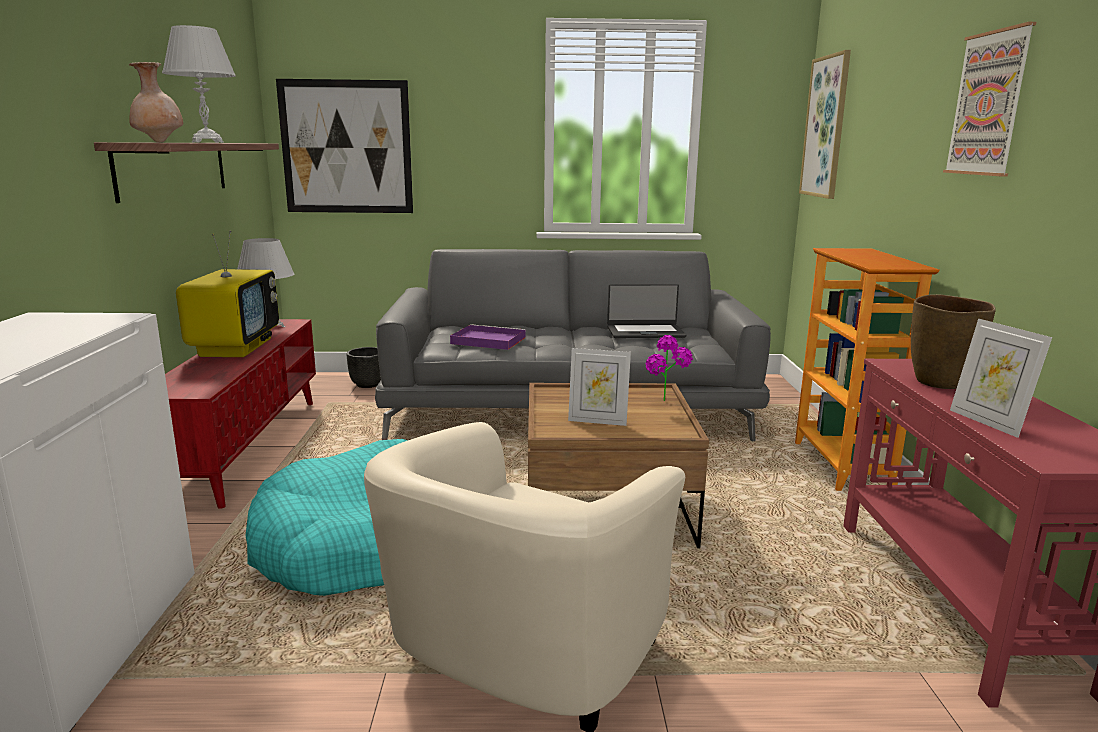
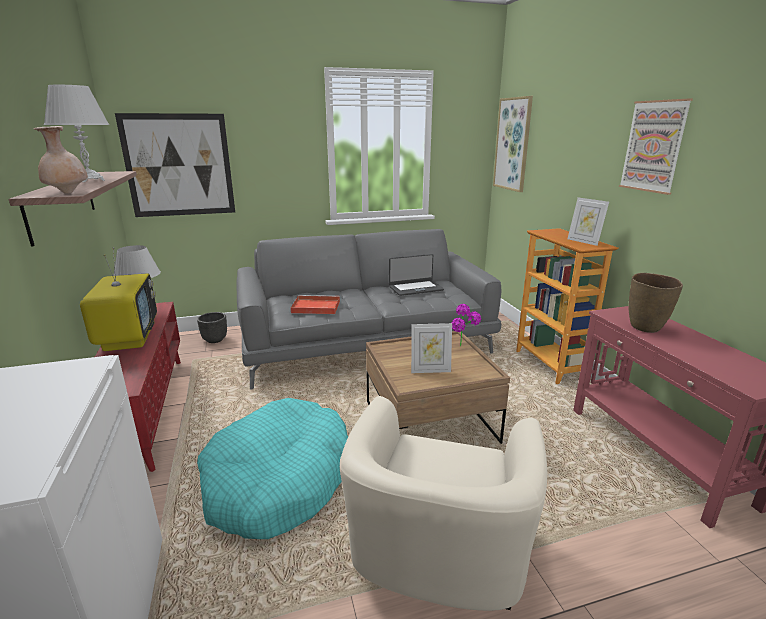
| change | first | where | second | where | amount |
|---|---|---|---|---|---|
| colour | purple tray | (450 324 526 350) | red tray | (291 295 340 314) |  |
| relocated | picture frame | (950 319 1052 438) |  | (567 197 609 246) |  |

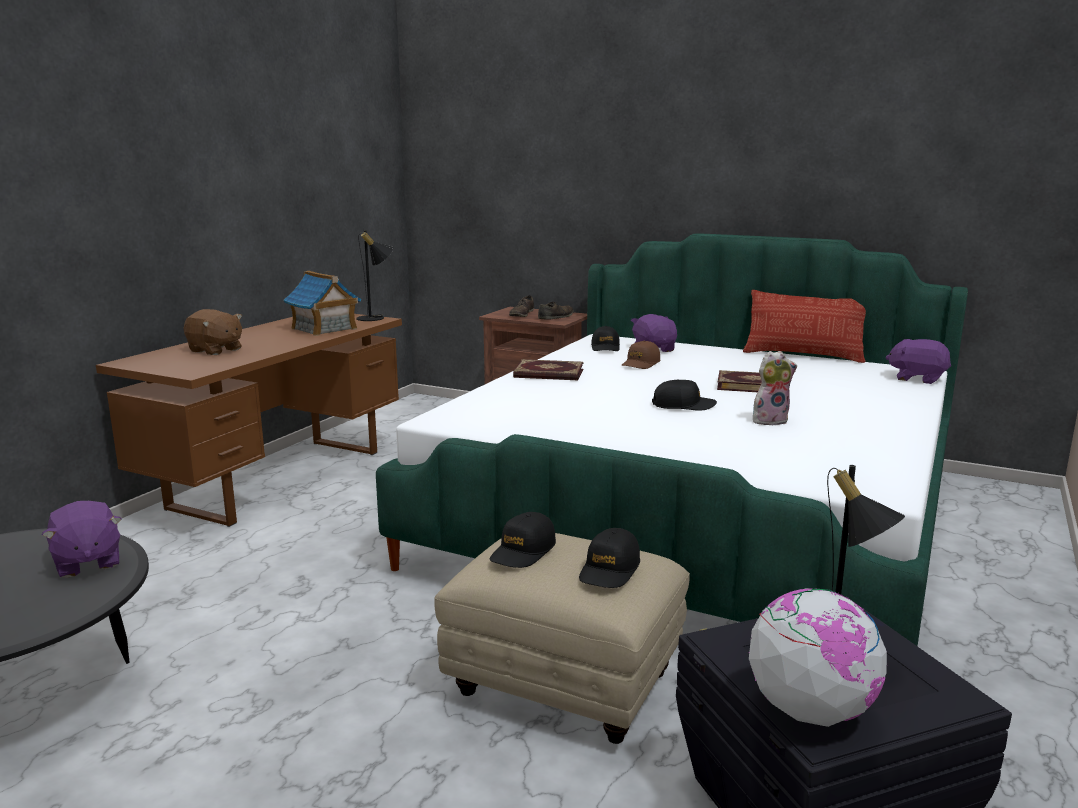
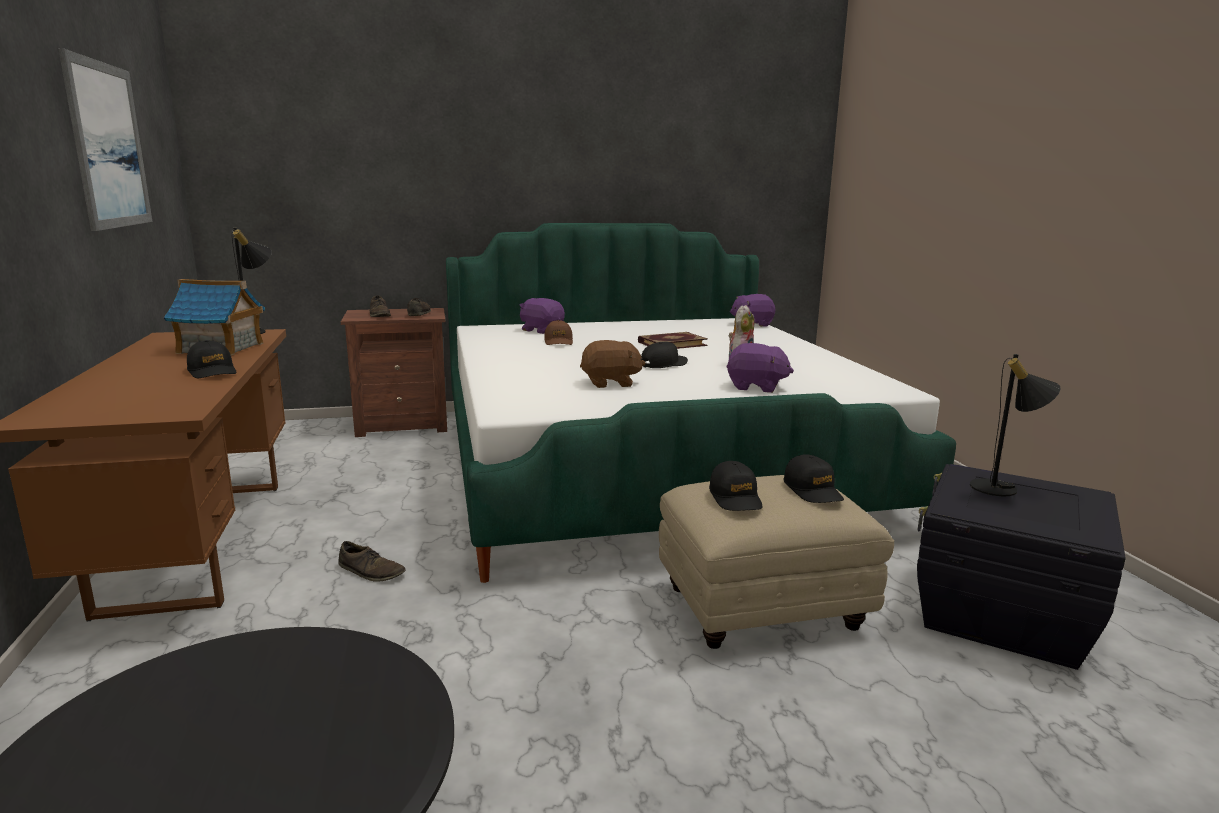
| change | first | where | second | where | amount |
|---|---|---|---|---|---|
| relocated | purple plush toy | (42 501 122 578) |  | (726 343 794 393) |  |
| relocated | brown plush toy | (184 309 242 355) |  | (580 340 645 388) |  |
| missing | book | (513 359 584 380) |  |  |  |
| relocated | black cap | (591 326 620 351) |  | (187 340 236 378) |  |
| missing | pillow | (743 290 866 363) |  |  |  |
| missing | globe | (749 588 887 727) |  |  |  |
| appeared |  |  | picture | (58 48 152 231) |  |
| appeared |  |  | brown shoe | (338 541 406 582) |  |

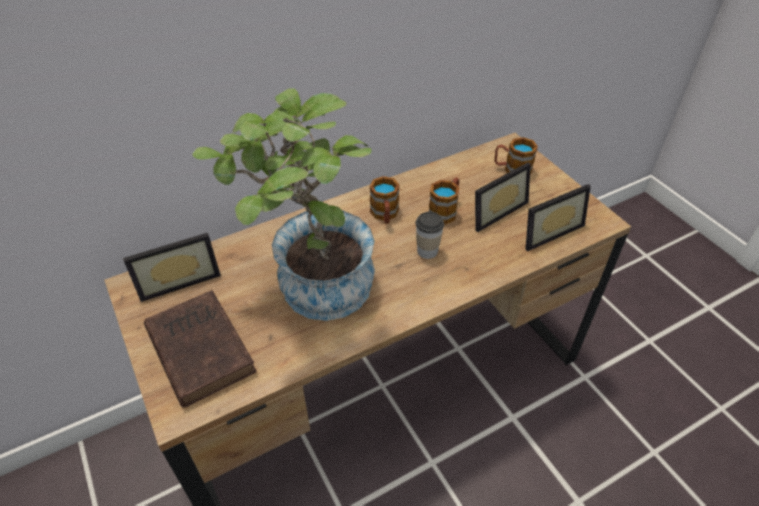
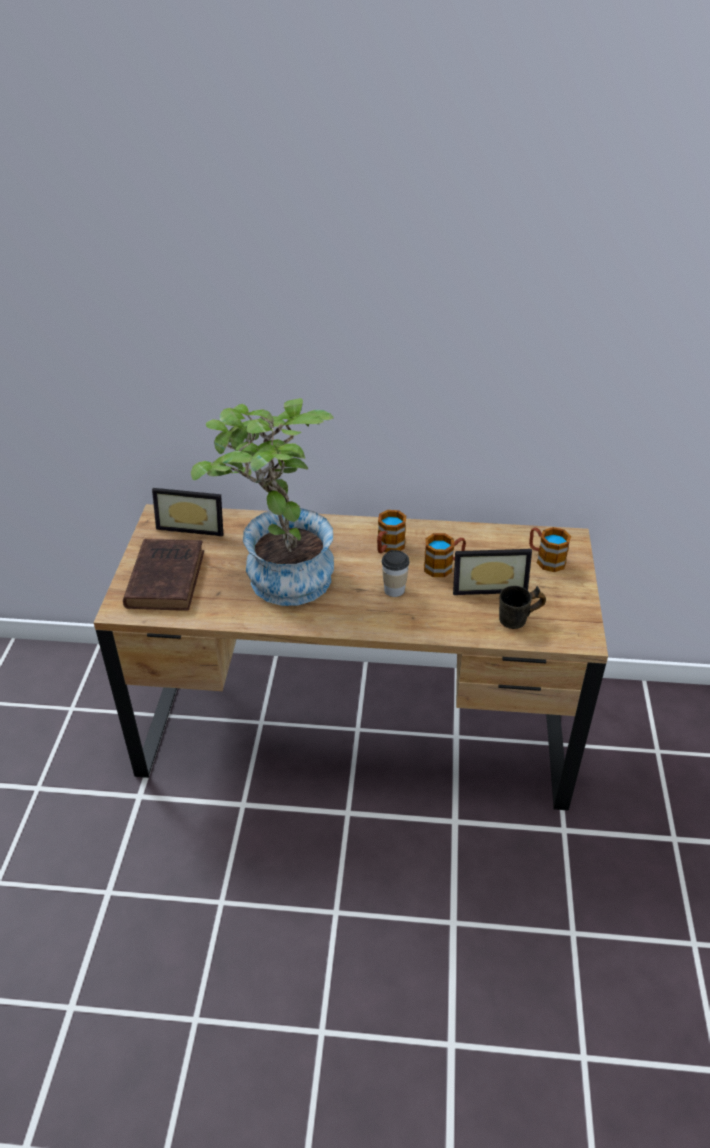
| change | first | where | second | where | amount |
|---|---|---|---|---|---|
| exchanged | picture frame | (525 184 591 251) | grey mug | (499 586 546 629) |  |

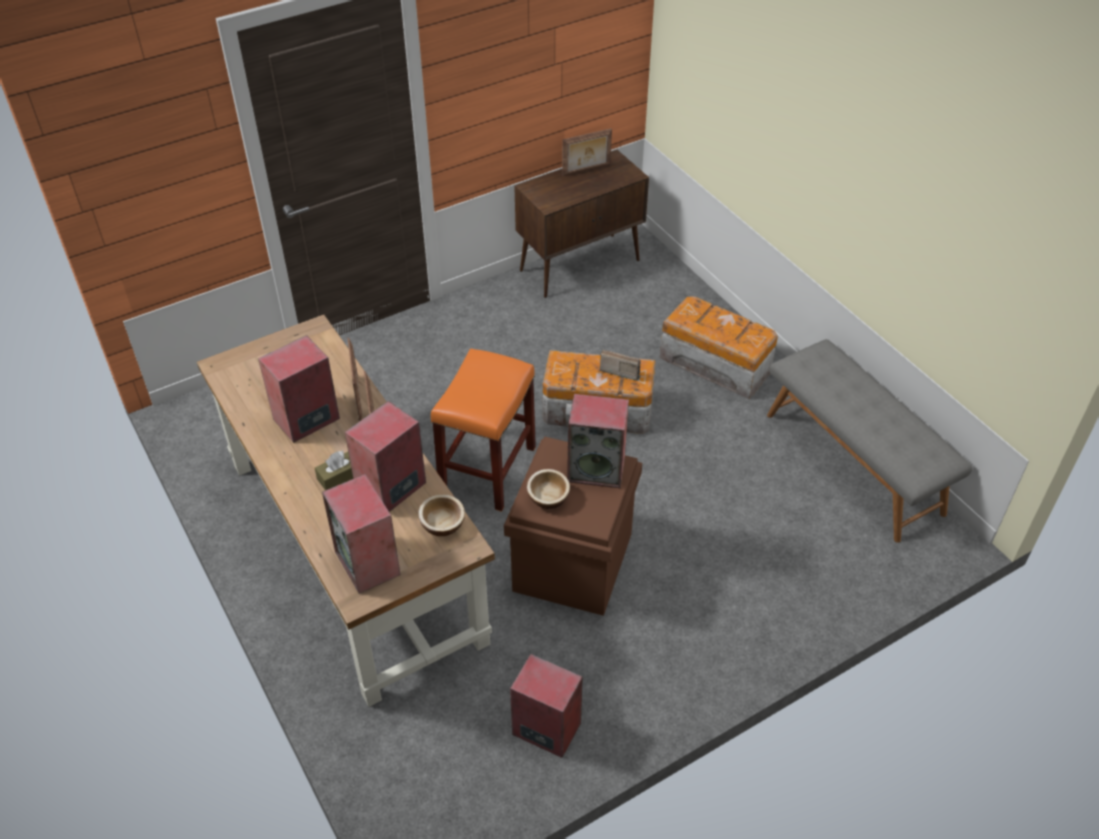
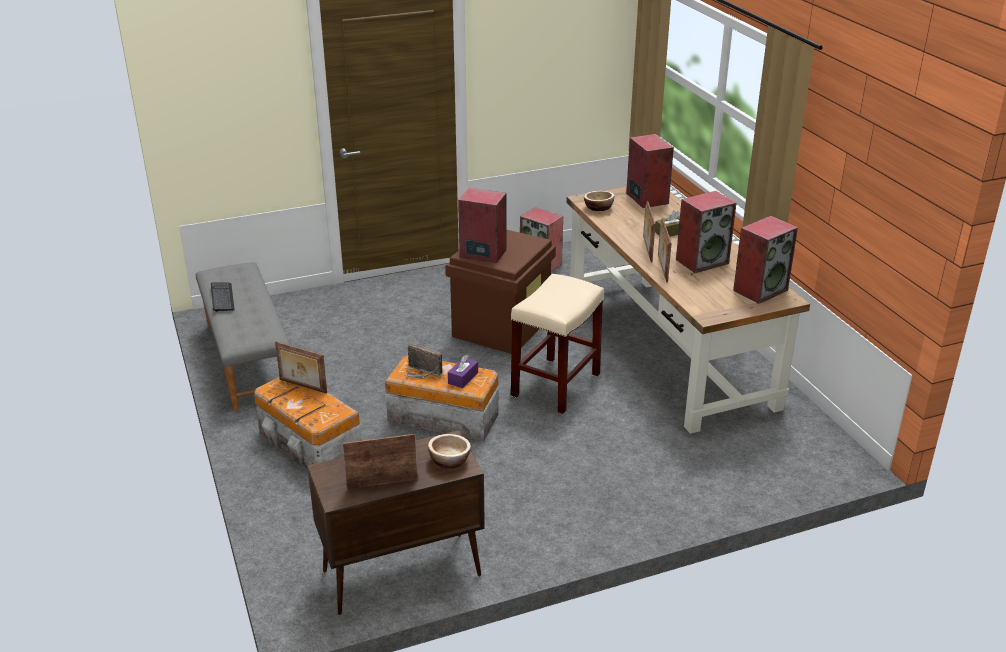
| change | first | where | second | where | amount |
|---|---|---|---|---|---|
| relocated | speaker | (345 401 426 512) |  | (733 216 798 304) |  |
| colour | orange stool | (431 349 536 512) | beige stool | (511 274 604 414) |  |
| relocated | bowl | (527 469 570 509) |  | (428 434 471 468) |  |
| appeared |  |  | keyboard | (211 282 235 312) |  |
| appeared |  |  | picture frame | (275 342 327 394) |  |
| appeared |  |  | purple tissue box | (448 355 478 388) |  |

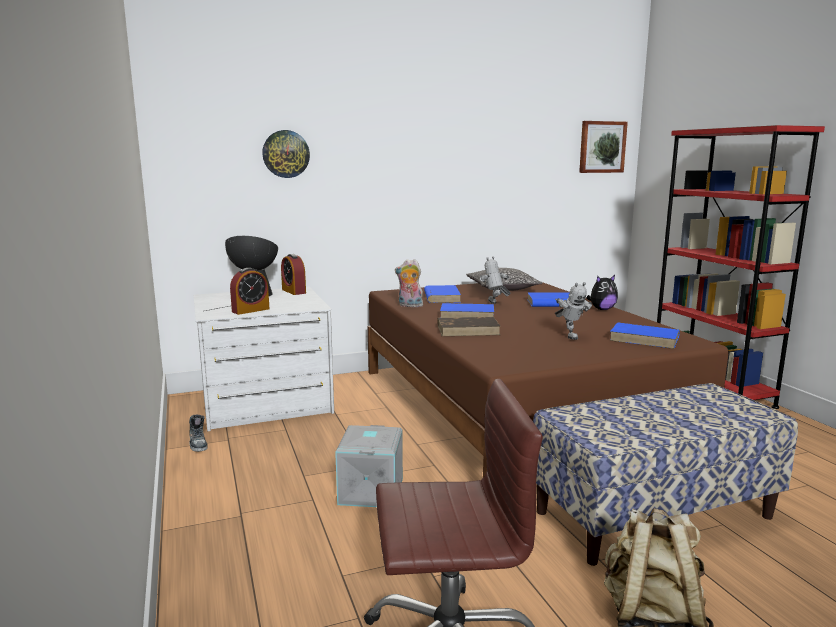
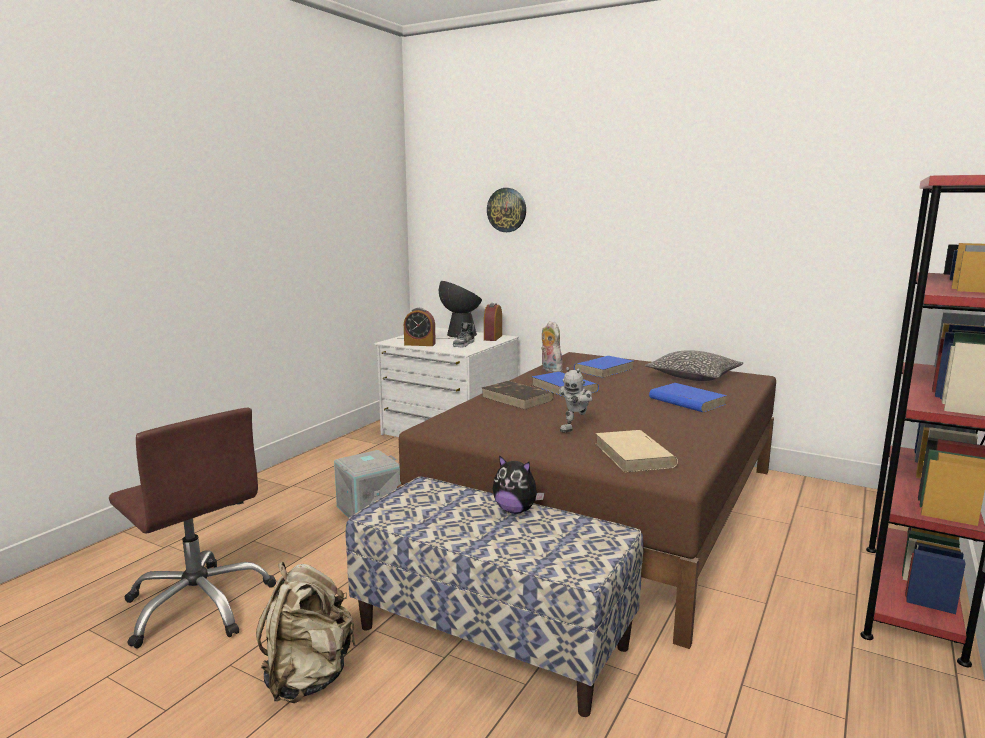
| change | first | where | second | where | amount |
|---|---|---|---|---|---|
| relocated | shoe | (189 415 208 452) |  | (453 322 475 348) |  |
| missing | toy robot | (480 257 511 304) |  |  |  |
| missing | picture | (579 121 628 173) |  |  |  |
| relocated | plush toy | (587 275 618 310) |  | (493 455 544 514) |  |
| colour | blue book | (609 322 680 349) | beige book | (595 430 678 473) |  |

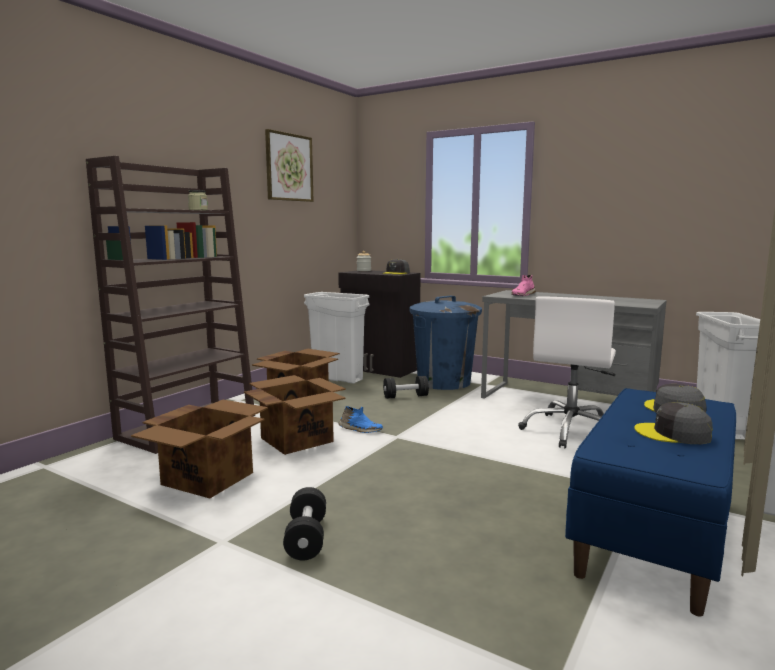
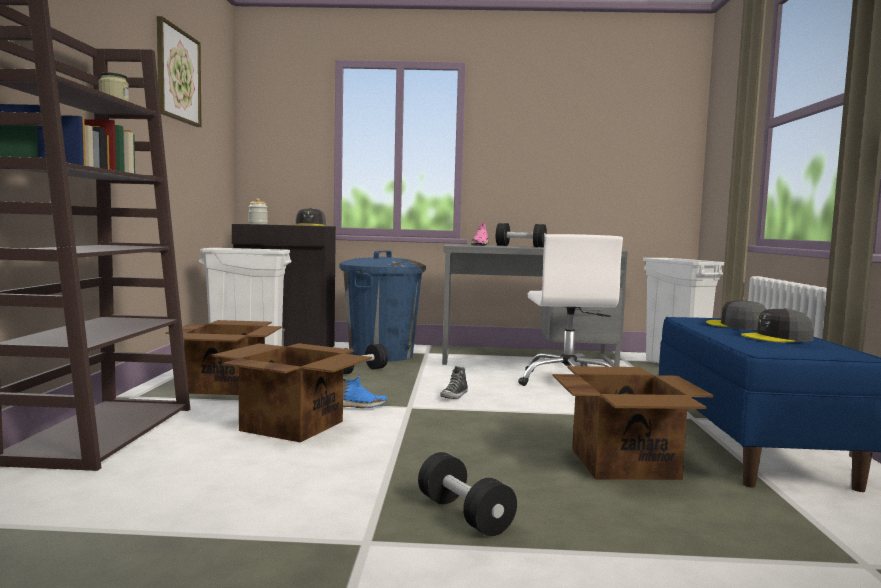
| change | first | where | second | where | amount |
|---|---|---|---|---|---|
| relocated | cardboard box | (131 400 268 498) |  | (553 366 714 480) |  |
| appeared |  |  | shoe | (440 366 468 399) |  |
| appeared |  |  | black dumbbell | (496 223 547 247) |  |

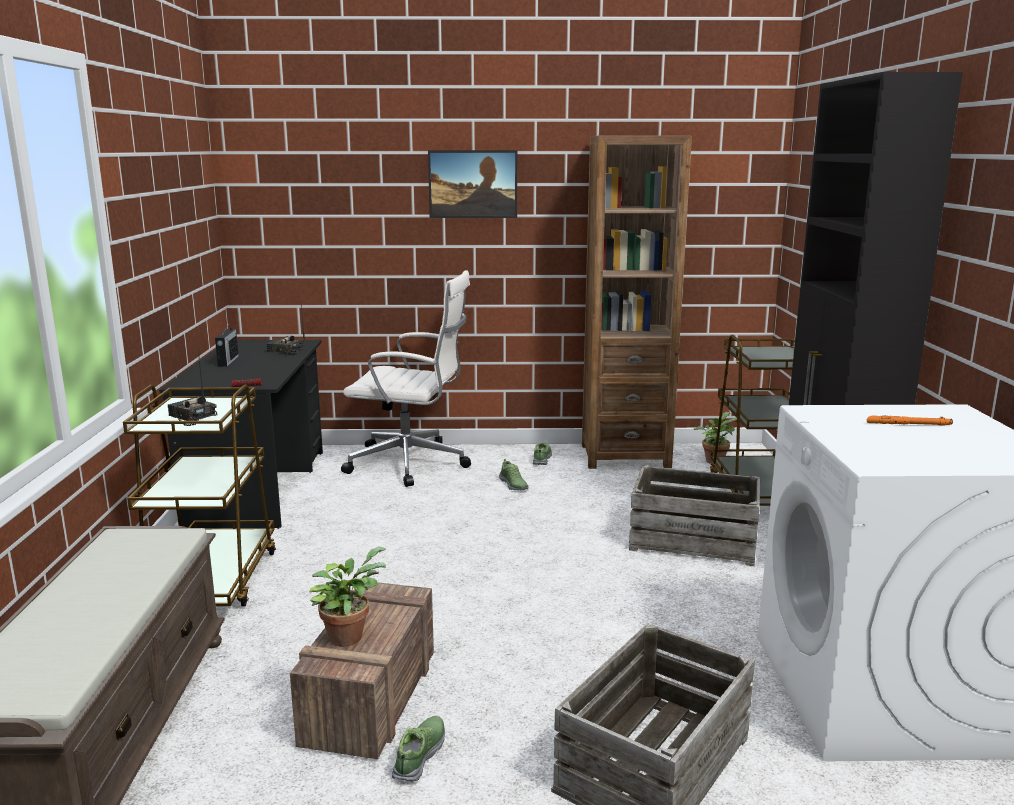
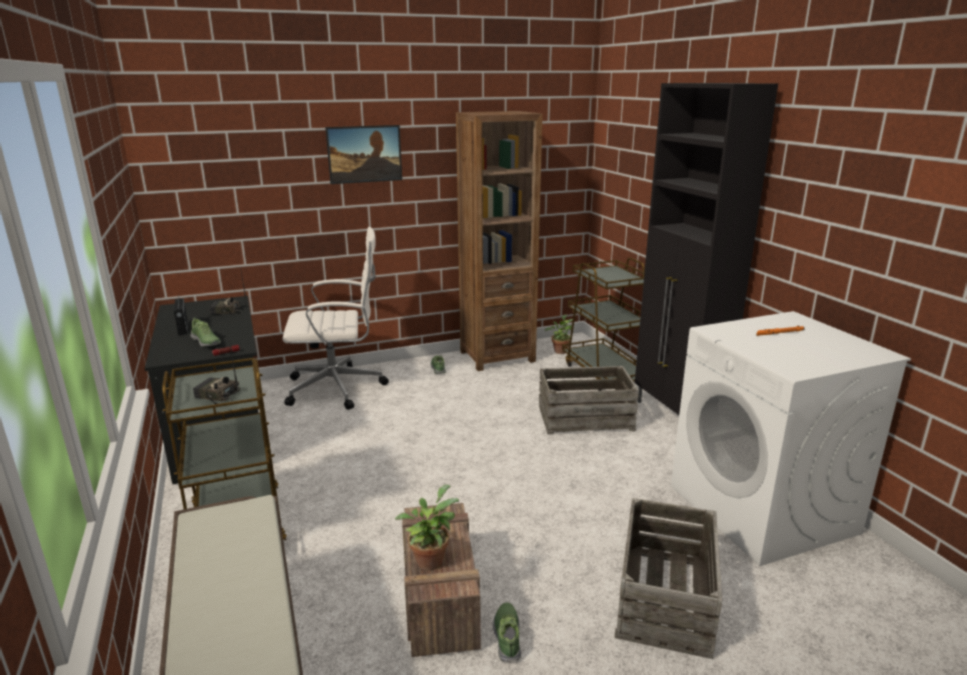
| change | first | where | second | where | amount |
|---|---|---|---|---|---|
| relocated | shoe | (499 459 529 490) |  | (190 318 221 347) |  |

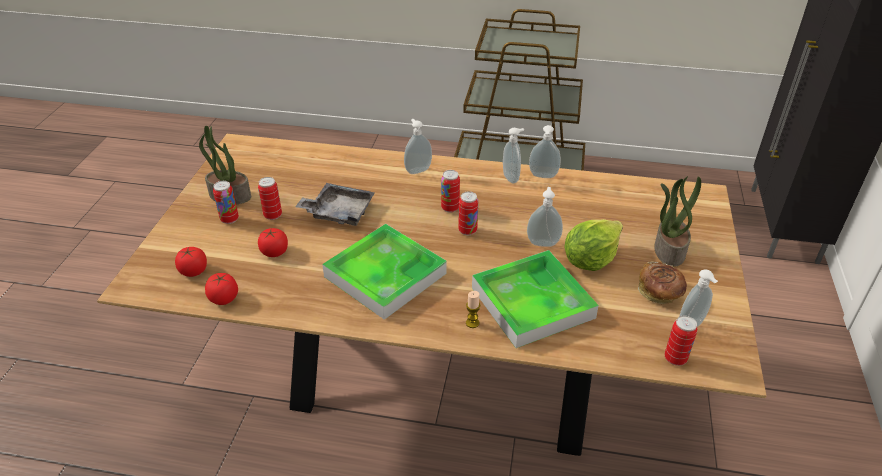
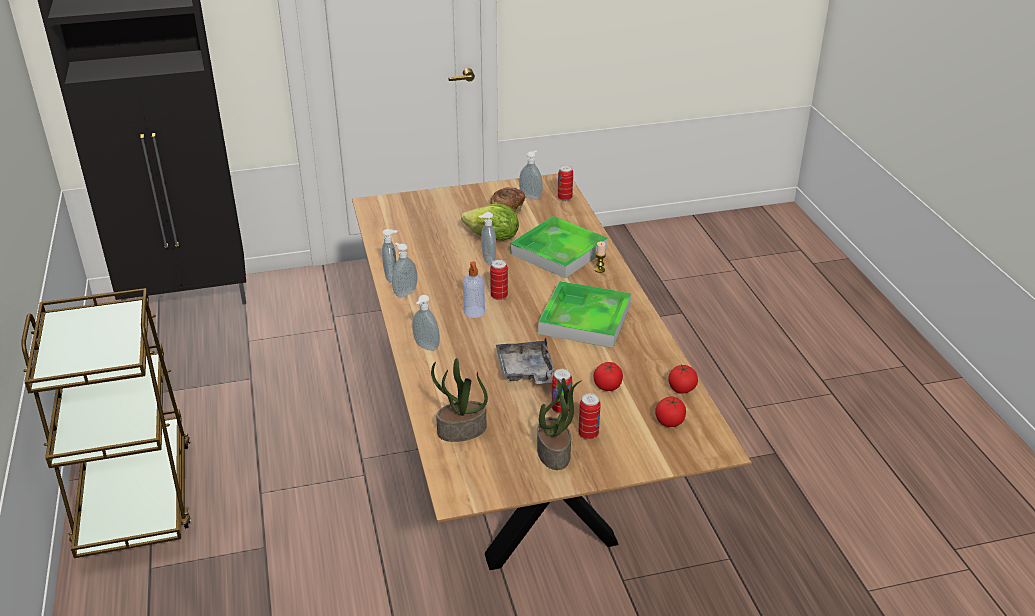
| change | first | where | second | where | amount |
|---|---|---|---|---|---|
| exchanged | can | (441 170 460 213) | soap dispenser | (463 261 485 318) |  |
| relocated | potted plant | (654 176 701 267) |  | (431 358 488 442) |  |

